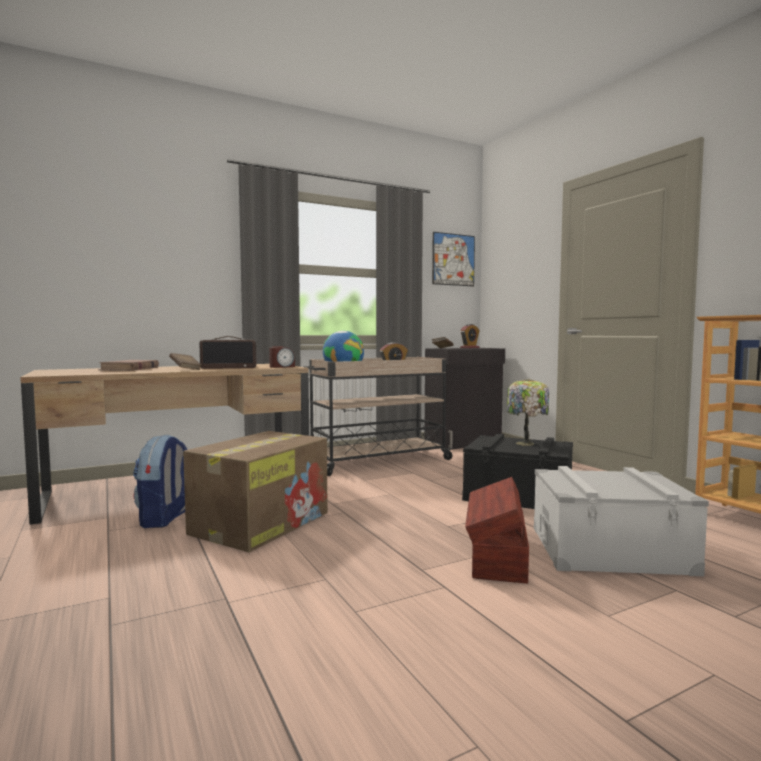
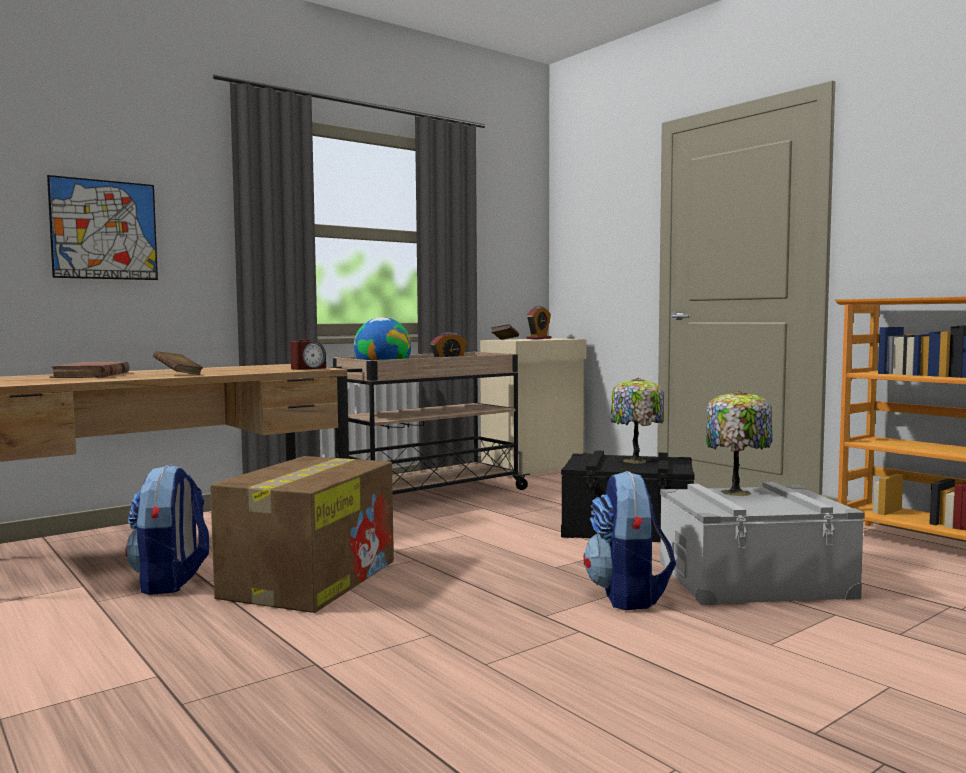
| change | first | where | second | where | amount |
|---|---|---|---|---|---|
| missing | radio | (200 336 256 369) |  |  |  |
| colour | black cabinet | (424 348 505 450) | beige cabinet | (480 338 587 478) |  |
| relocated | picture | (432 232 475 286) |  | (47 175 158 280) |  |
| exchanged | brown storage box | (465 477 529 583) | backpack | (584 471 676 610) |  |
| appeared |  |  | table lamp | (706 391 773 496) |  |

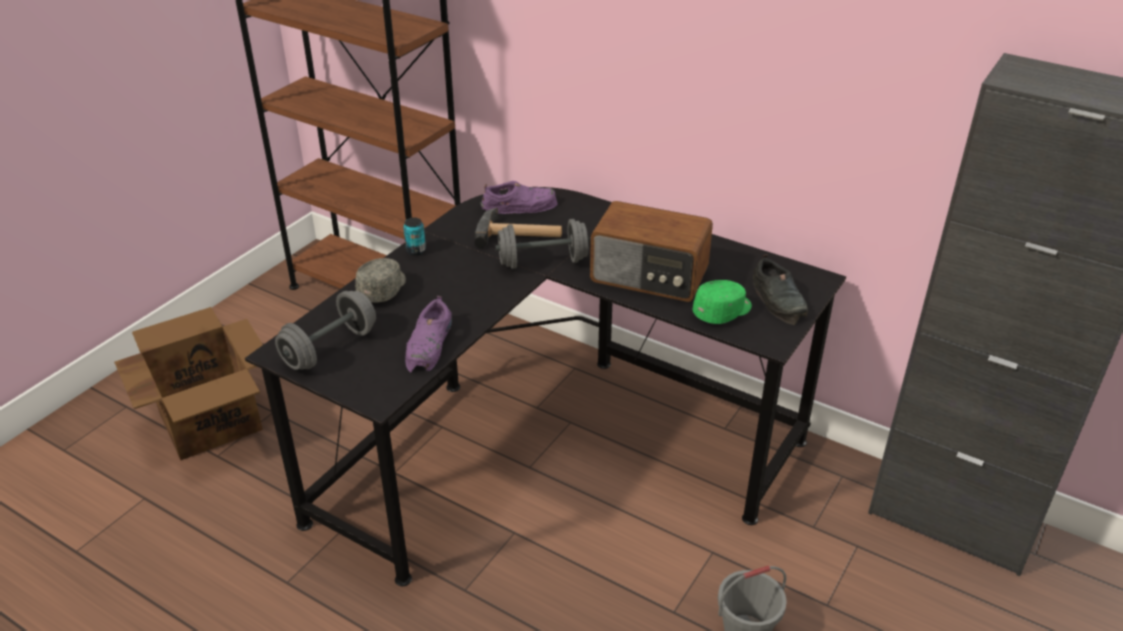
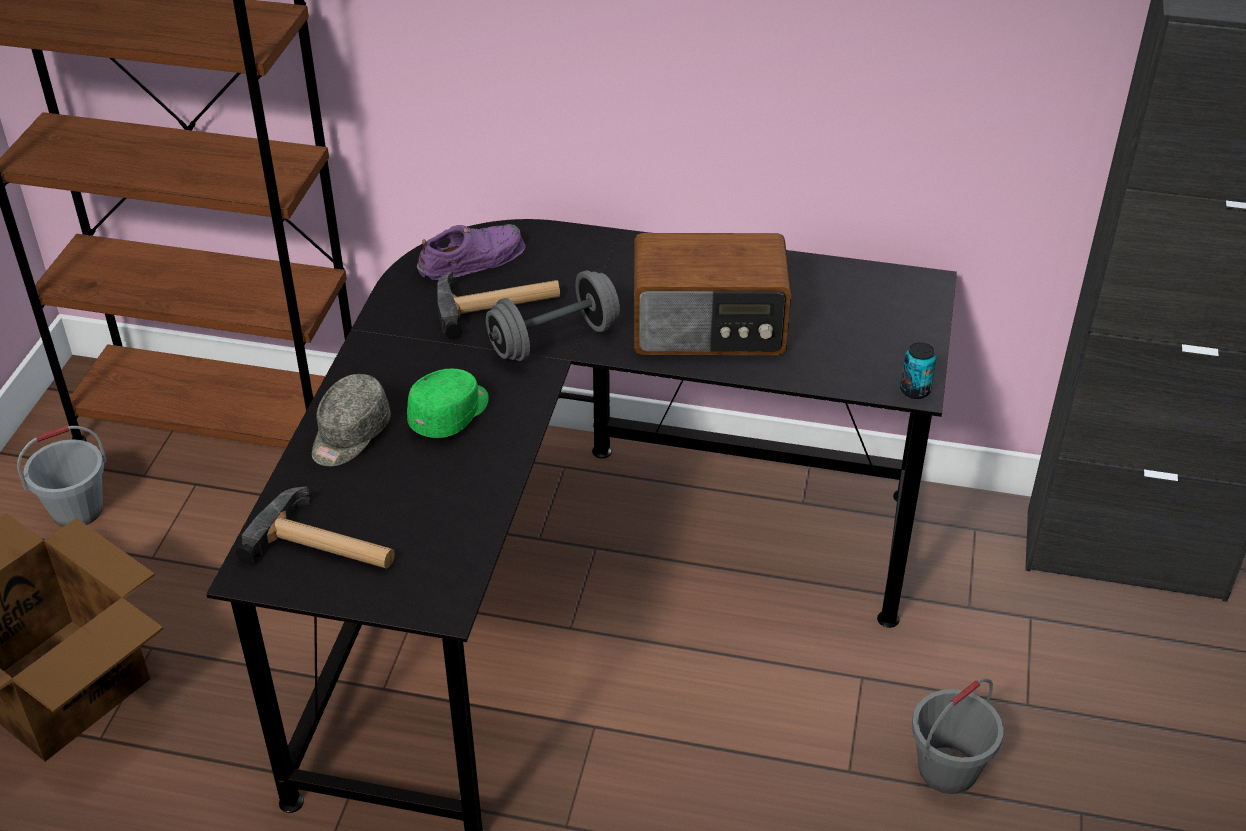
| change | first | where | second | where | amount |
|---|---|---|---|---|---|
| exchanged | grey dumbbell | (275 291 376 370) | hammer | (236 487 395 568) |  |
| spun | grey cap | (355 258 406 302) |  | (312 374 391 467) | 150 degrees counterclockwise |
| relocated | can | (403 217 426 255) |  | (900 342 936 399) |  |
| missing | purple shoe | (405 296 452 372) |  |  |  |
| relocated | green cap | (693 280 752 324) |  | (407 368 489 438) |  |
| missing | black shoe | (753 255 808 325) |  |  |  |
| appeared |  |  | grey bucket | (17 425 107 527) |  |

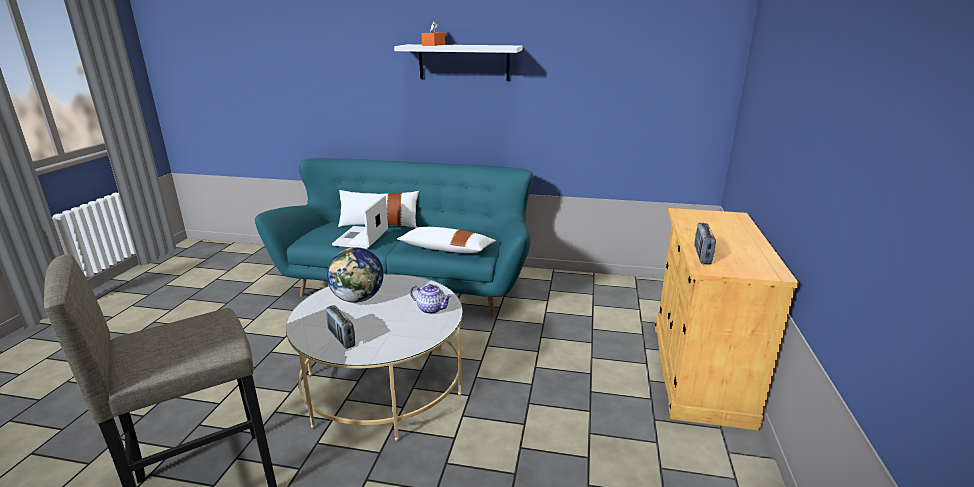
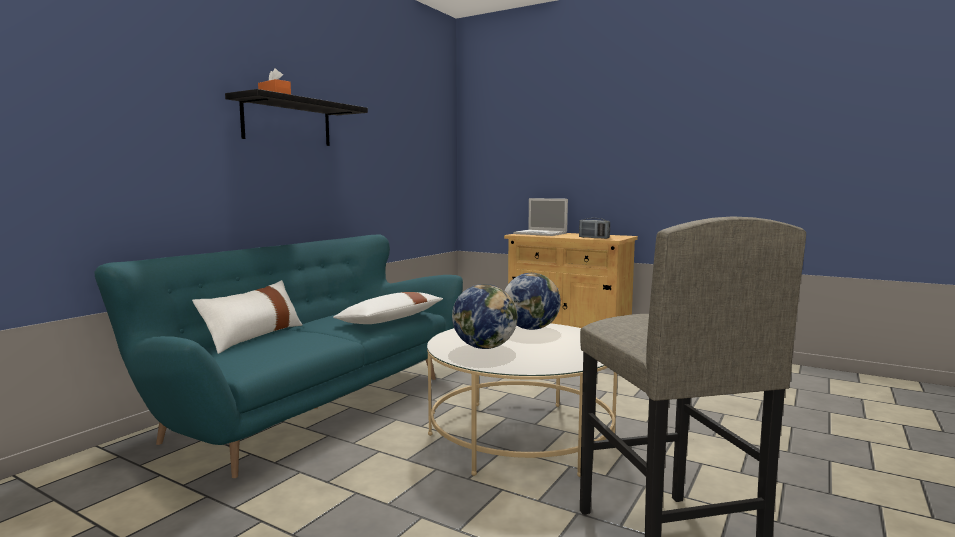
| change | first | where | second | where | amount |
|---|---|---|---|---|---|
| missing | radio | (326 305 355 349) |  |  |  |
| relocated | laptop | (332 195 388 249) |  | (513 198 568 236) |  |
| colour | white shelf | (394 44 522 81) | black shelf | (225 89 368 146) |  |
| exchanged | teapot | (410 284 452 314) | globe | (505 273 561 330) |  |

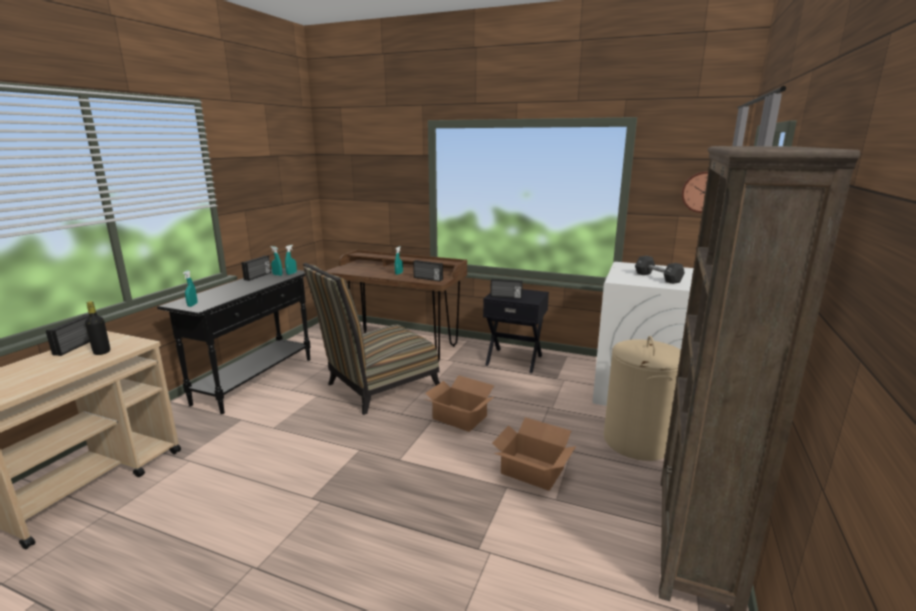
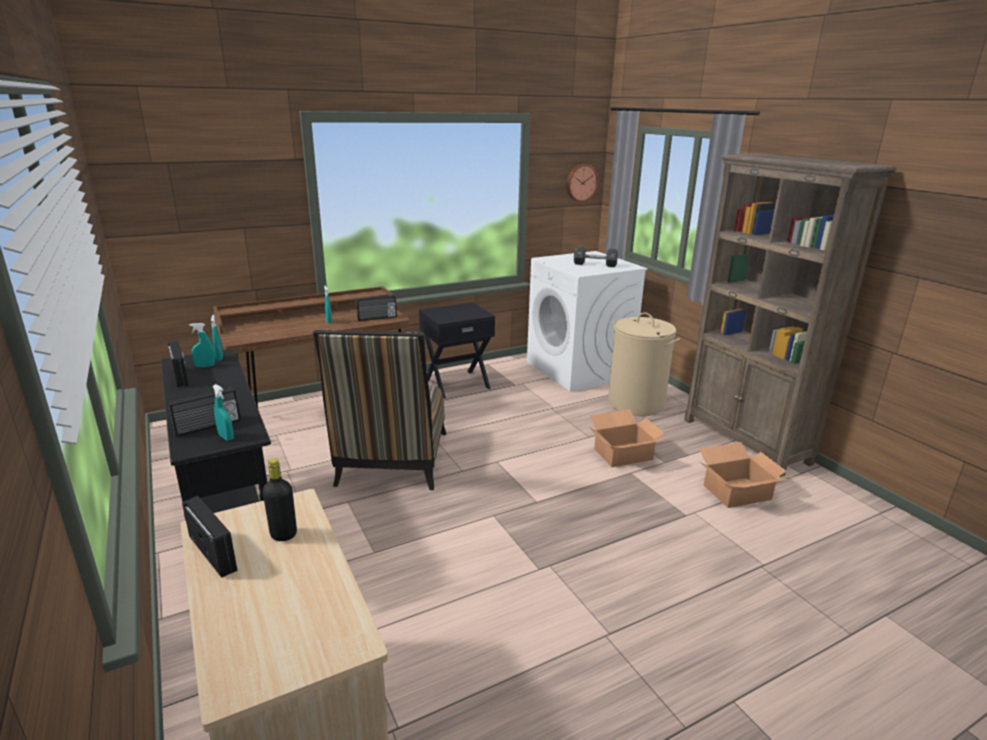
| change | first | where | second | where | amount |
|---|---|---|---|---|---|
| relocated | cardboard box | (425 375 495 432) |  | (699 442 790 508) |  |
| relocated | radio | (490 279 523 299) |  | (168 387 241 437) |  |

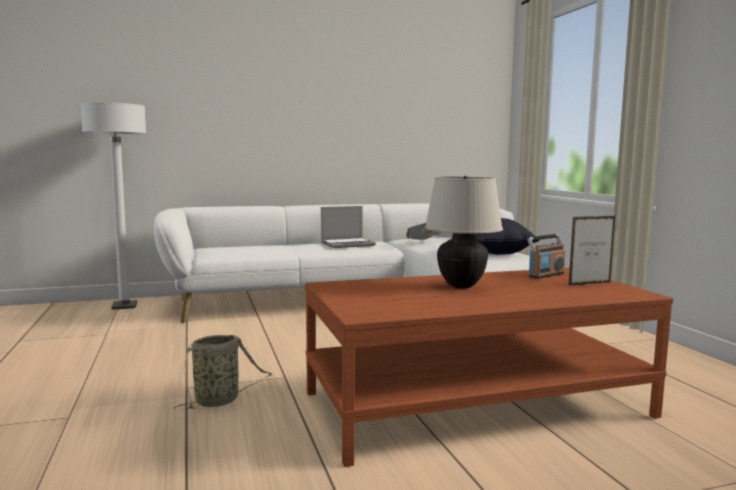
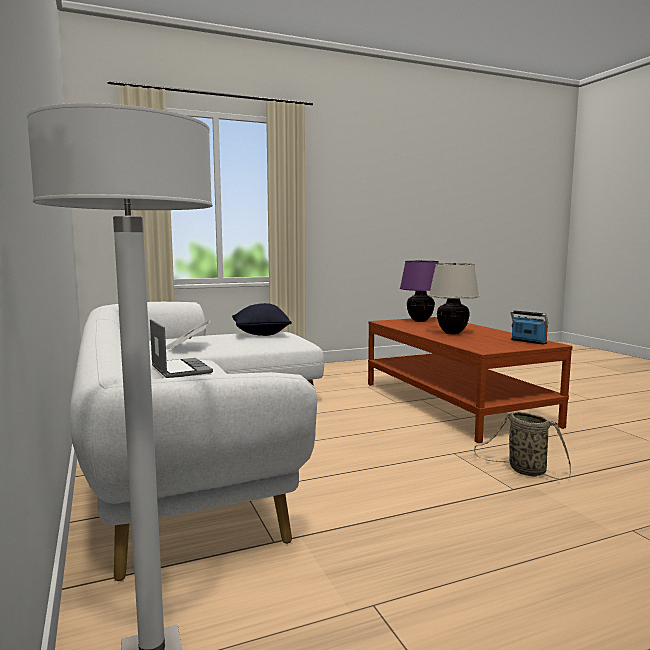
| change | first | where | second | where | amount |
|---|---|---|---|---|---|
| relocated | radio | (527 234 565 279) |  | (510 310 549 345) |  |
| exchanged | picture frame | (569 216 615 286) | purple table lamp | (400 260 439 322) |  |

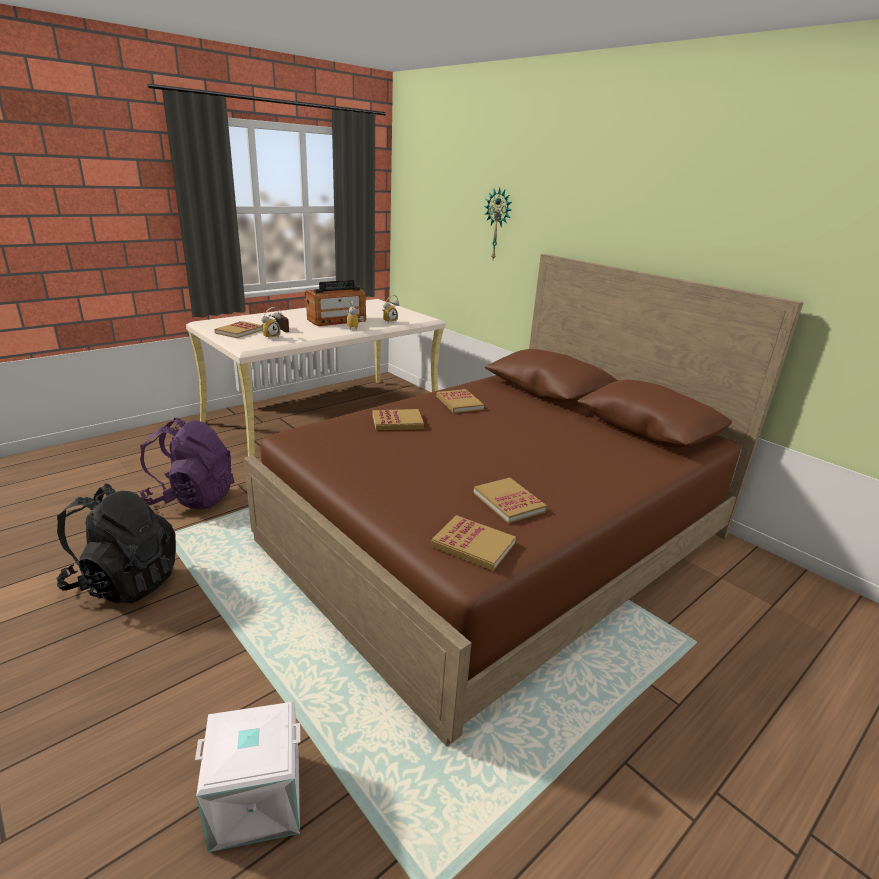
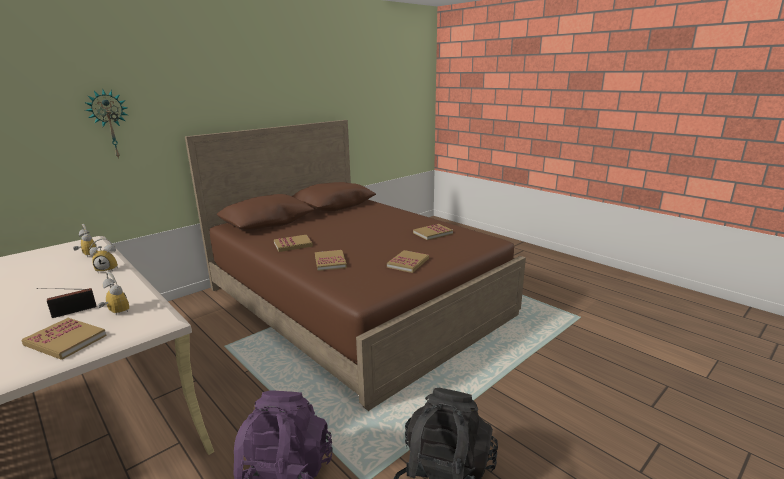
| change | first | where | second | where | amount |
|---|---|---|---|---|---|
| missing | white storage box | (195 701 300 852) |  |  |  |
| missing | radio | (306 280 366 326) |  |  |  |
| relocated | book | (431 515 516 571) |  | (387 250 429 273) |  |

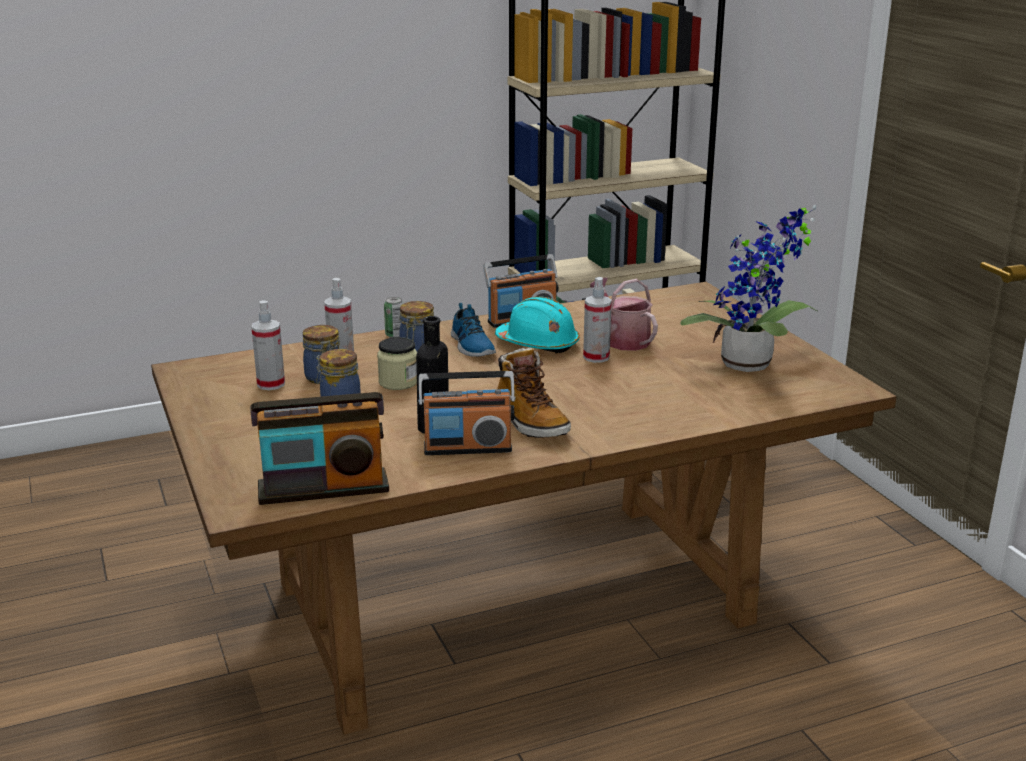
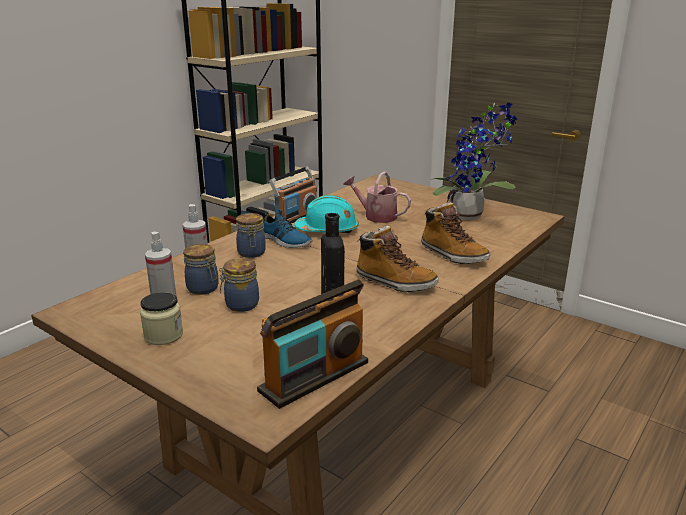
| change | first | where | second | where | amount |
|---|---|---|---|---|---|
| relocated | jar | (377 337 417 390) |  | (140 292 183 345) |  |
| missing | can | (384 297 404 338) |  |  |  |
| missing | radio | (418 371 515 455) |  |  |  |
| missing | spray bottle | (583 277 612 363) |  |  |  |
| appeared |  |  | boot | (421 202 490 264) |  |

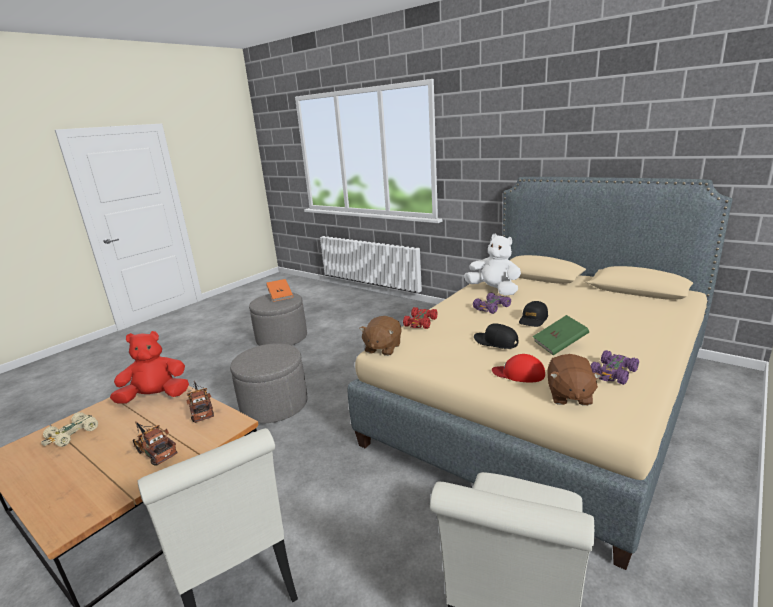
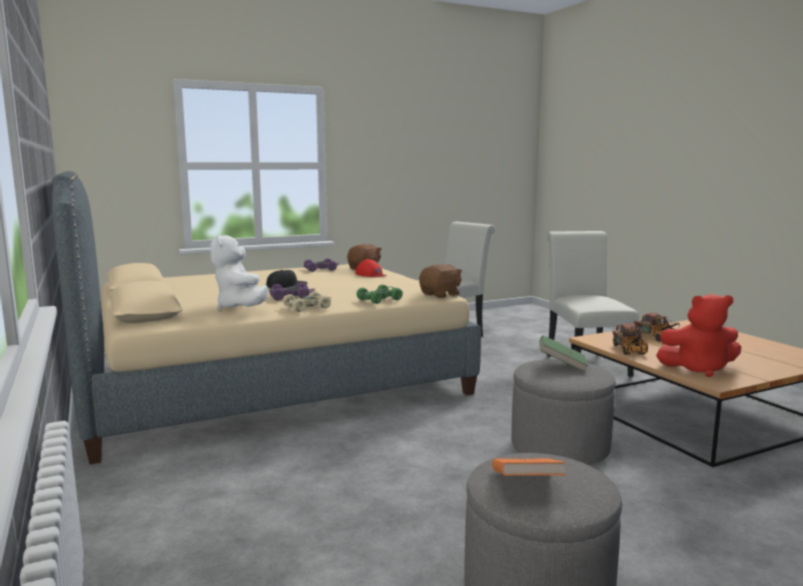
| change | first | where | second | where | amount |
|---|---|---|---|---|---|
| relocated | beige toy car | (41 412 98 447) |  | (283 291 332 312) |  |
| colour | red toy car | (403 307 438 329) | green toy car | (356 284 403 304) |  |
| missing | black cap | (474 323 519 349) |  |  |  |
| relocated | green book | (533 315 589 355) |  | (539 335 588 372) |  |

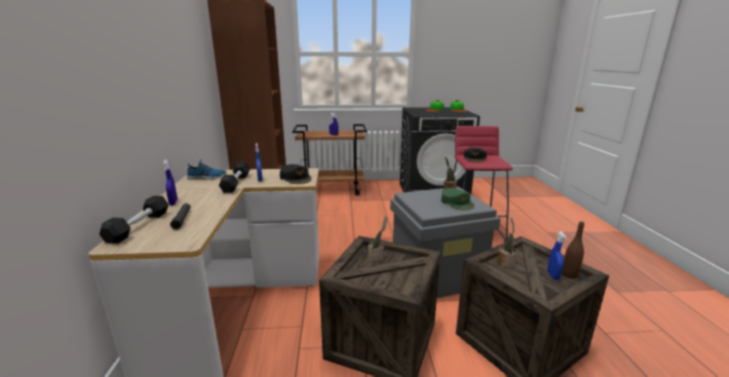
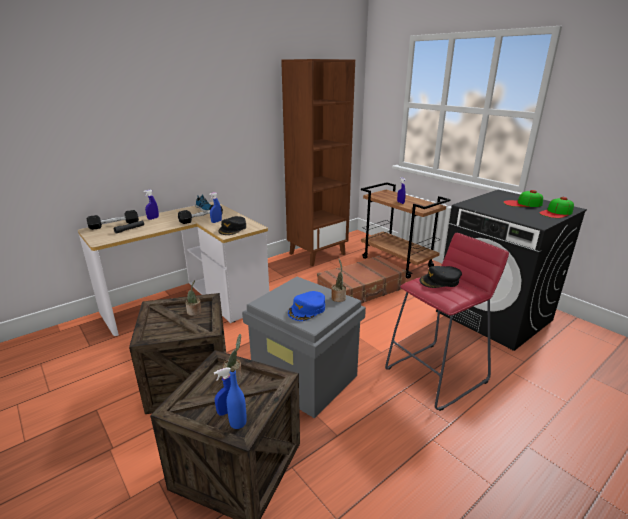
| change | first | where | second | where | amount |
|---|---|---|---|---|---|
| colour | green cap | (441 188 474 211) | blue cap | (288 291 325 321) |  |
| colour | brown bottle | (562 221 584 279) | blue bottle | (227 368 247 429) |  |
| appeared |  |  | brown suitcase | (317 256 407 304) |  |

